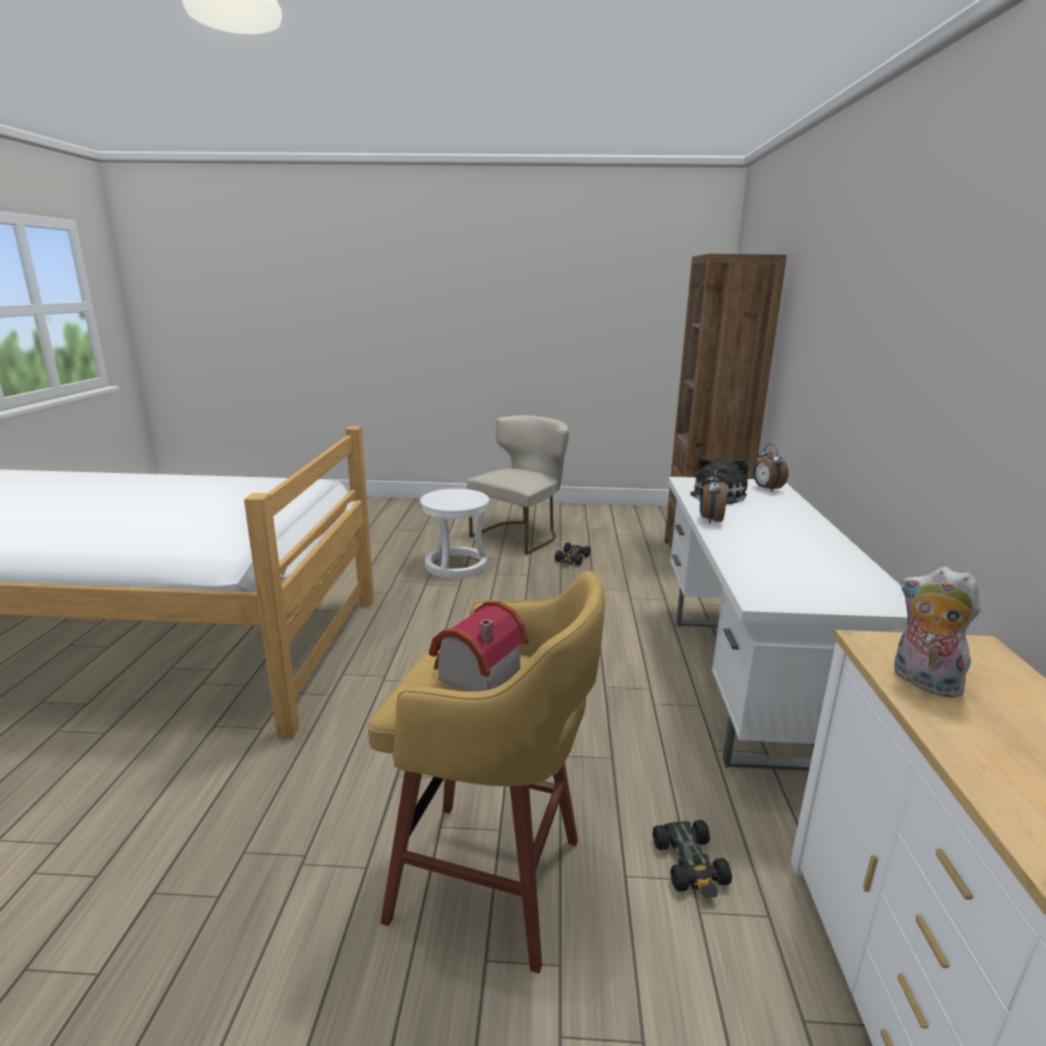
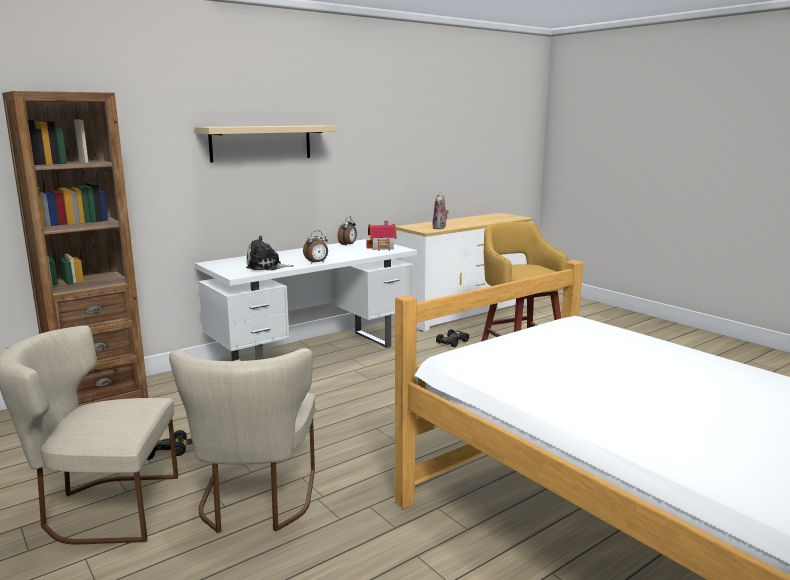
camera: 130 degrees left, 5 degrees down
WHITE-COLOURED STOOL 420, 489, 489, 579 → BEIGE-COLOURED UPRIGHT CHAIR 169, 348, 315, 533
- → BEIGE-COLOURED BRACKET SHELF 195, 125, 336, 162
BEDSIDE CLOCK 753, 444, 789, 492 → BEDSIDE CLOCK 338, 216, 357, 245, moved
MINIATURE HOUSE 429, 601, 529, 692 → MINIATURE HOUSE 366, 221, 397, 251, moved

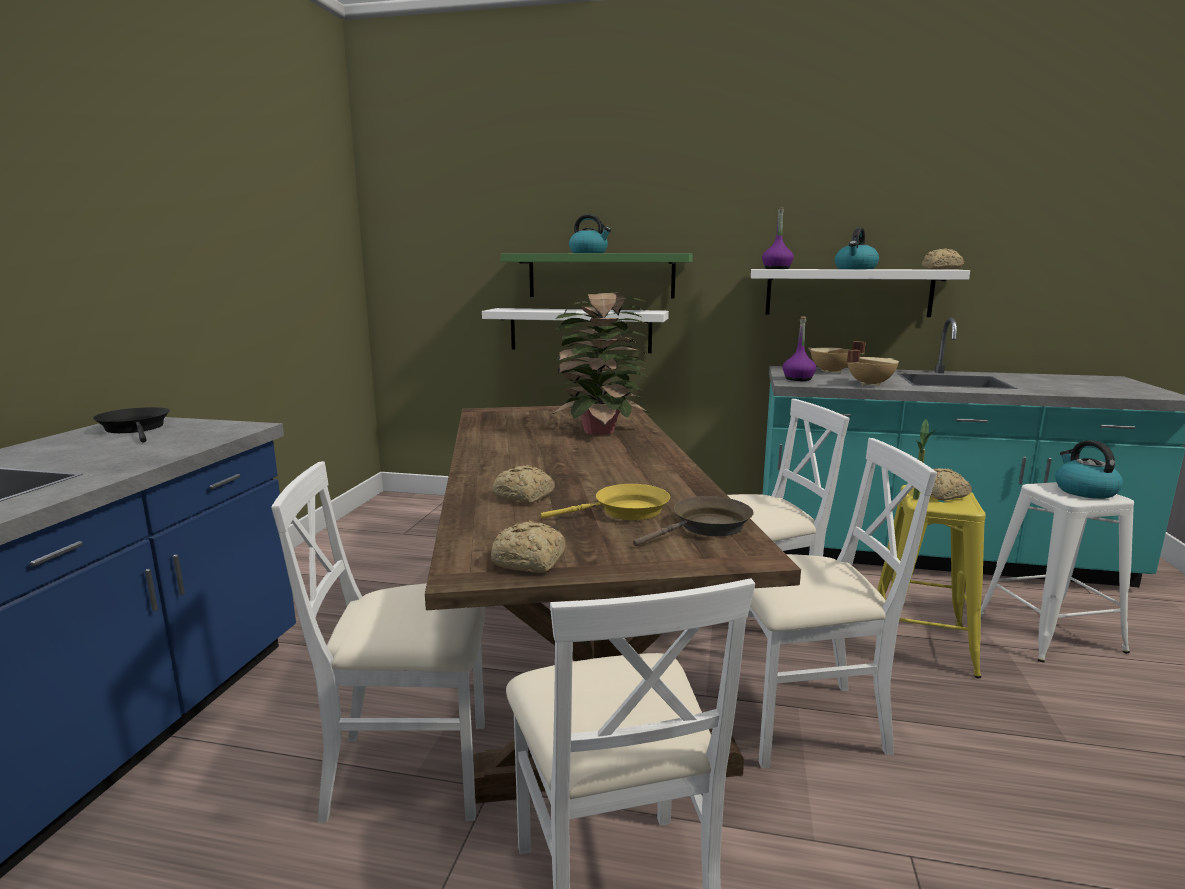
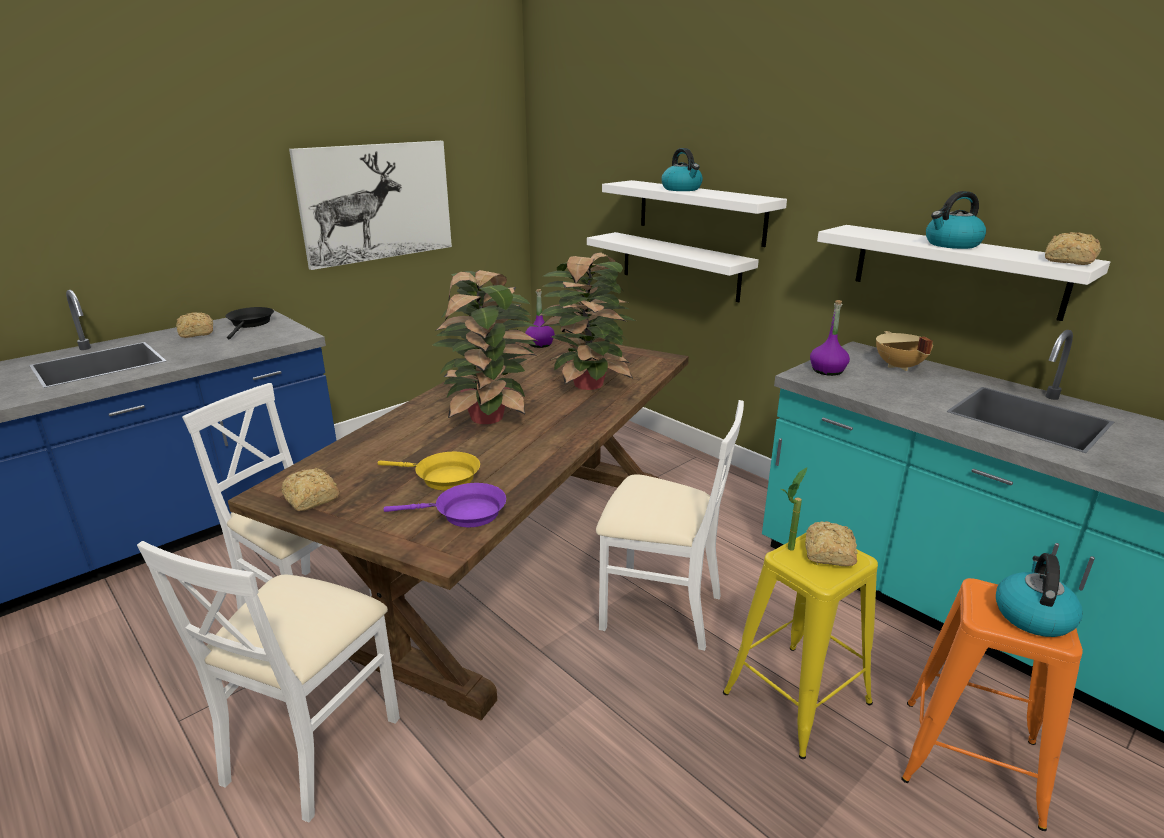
camera: 35 degrees right, 10 degrees up
BAKED BREAD 492, 465, 555, 504 → BAKED BREAD 176, 312, 213, 338, moved
- → WALL ART 289, 141, 452, 270
BROWN-COLOURED PAN 633, 496, 754, 546 → PURPLE-COLOURED PAN 384, 483, 506, 527
- → HOUSEPLANT 433, 270, 540, 424
PURPLE-COLOURED DRINK BOTTLE 762, 207, 794, 269 → PURPLE-COLOURED DRINK BOTTLE 525, 289, 555, 348, moved
GREEN BRACKET SHELF 501, 253, 693, 299 → WHITE-COLOURED BRACKET SHELF 602, 180, 787, 247
WHITE-COLOURED STOOL 981, 482, 1134, 662 → ORANGE-COLOURED STOOL 901, 578, 1083, 831
WHITE-COLOURED UPRIGHT CHAIR 748, 438, 937, 768 → -
BEIGE-COLOURED STOCKPOT 847, 350, 899, 386 → -

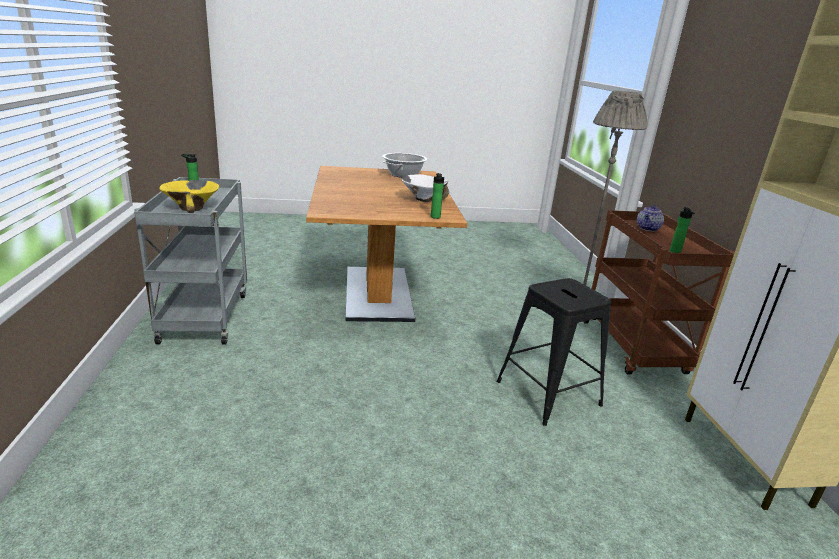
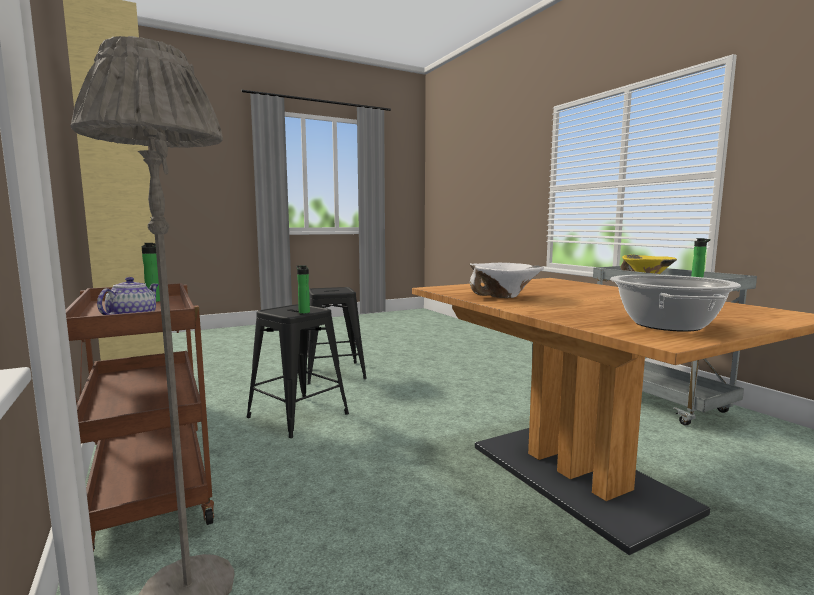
camera: 160 degrees right, 15 degrees down
DRINK BOTTLE 431, 173, 444, 219 → DRINK BOTTLE 296, 265, 310, 314, moved
- → BLACK STOOL 307, 287, 367, 385

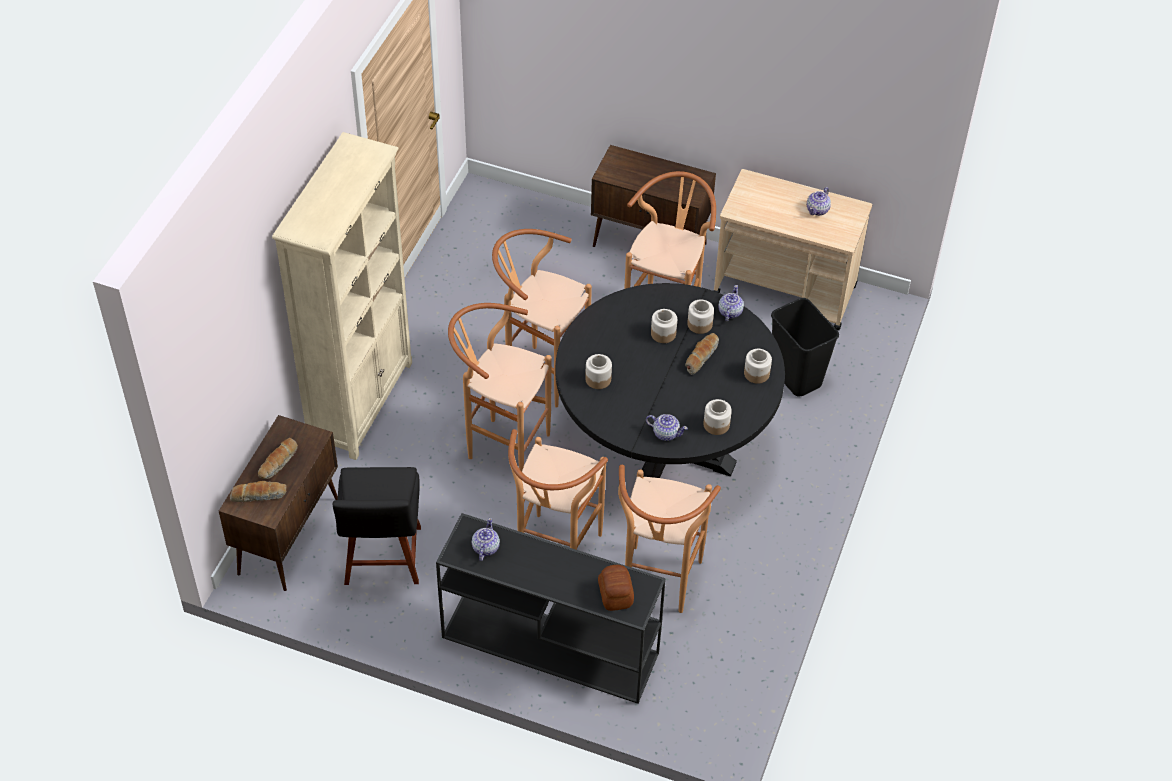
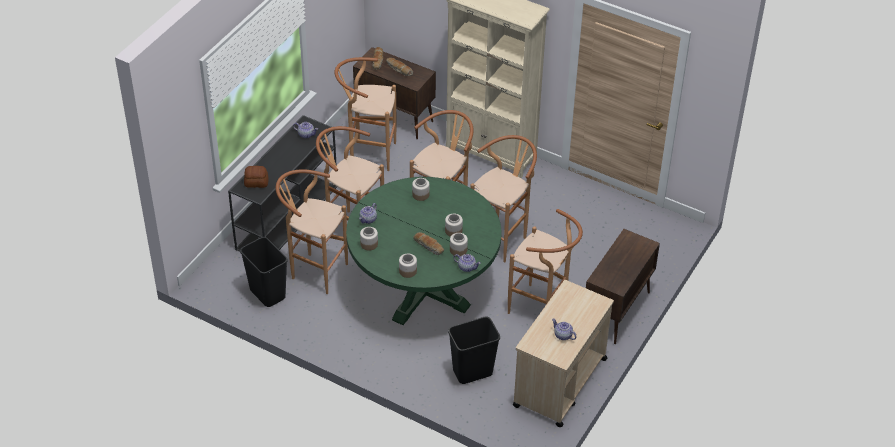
camera: 100 degrees right, 5 degrees down
- → BLACK TRASH CAN 240, 237, 288, 307
BLACK UPRIGHT CHAIR 333, 467, 421, 585 → BROWN-COLOURED STOOL 334, 57, 397, 171
BLACK DINING TABLE 556, 283, 785, 478 → GREEN DINING TABLE 346, 177, 501, 325

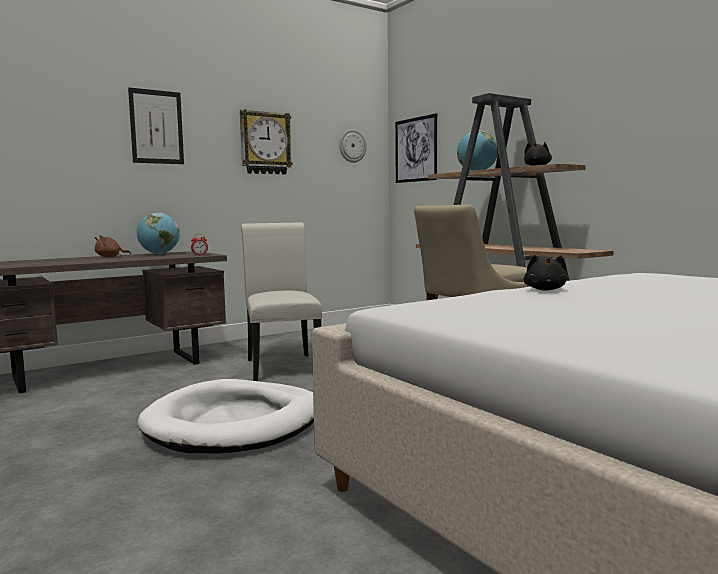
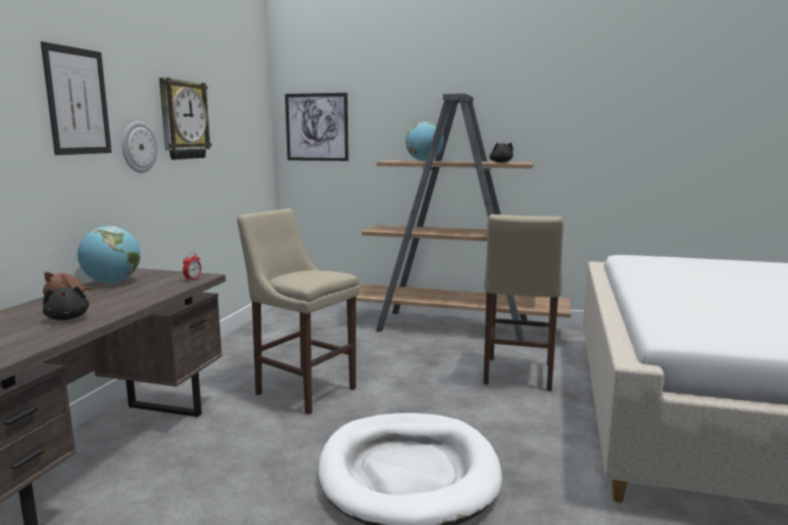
camera: 40 degrees left, 5 degrees up
BLACK PLUSH TOY 524, 255, 567, 291 → BLACK PLUSH TOY 43, 286, 89, 320, moved
WALL CLOCK 339, 129, 367, 163 → WALL CLOCK 122, 121, 157, 173, moved
WHITE-COLOURED UPRIGHT CHAIR 241, 223, 322, 381 → BEIGE-COLOURED STOOL 237, 209, 359, 415

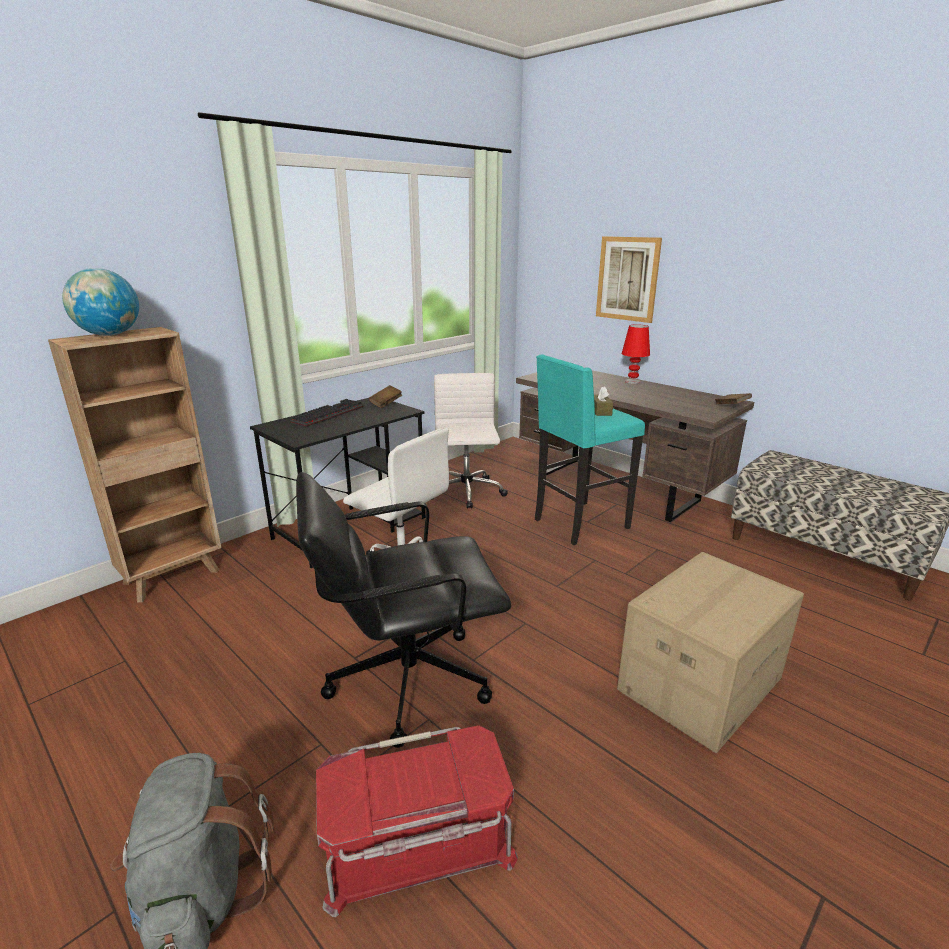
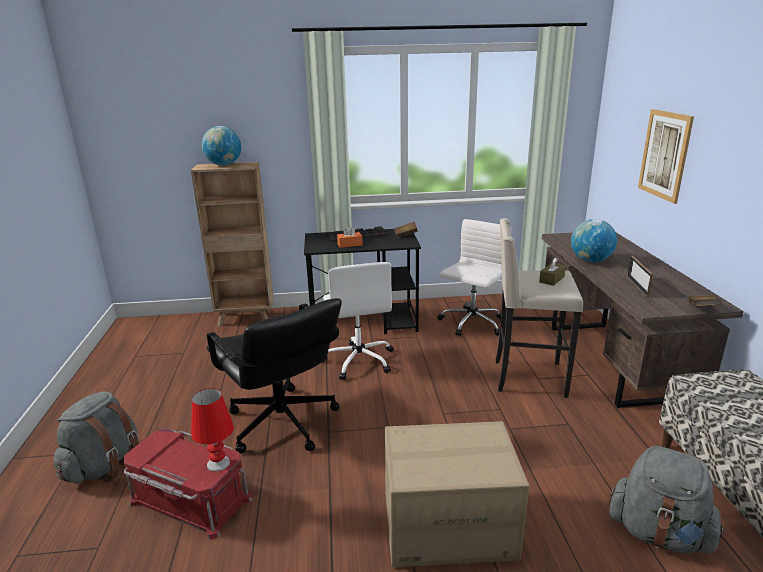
camera: 40 degrees right, 0 degrees up
RED-COLOURED TABLE LAMP 622, 325, 650, 384 → RED-COLOURED TABLE LAMP 191, 388, 234, 472, moved
BLACK OFFICE CHAIR 296, 472, 511, 748 → BLACK OFFICE CHAIR 207, 298, 342, 453, 150 degrees counterclockwise
- → ORANGE-COLOURED BOX OF TISSUES 337, 226, 363, 248
TURQUOISE STOOL 535, 355, 645, 545 → BEIGE-COLOURED STOOL 496, 218, 583, 398
- → DESK GLOBE 571, 219, 617, 262
- → GREYISH RUCKSACK 609, 446, 725, 554
- → PHOTO FRAME 627, 255, 653, 297

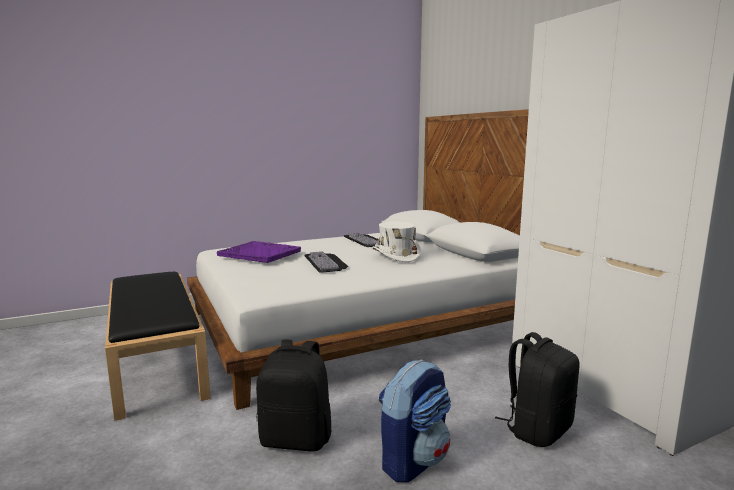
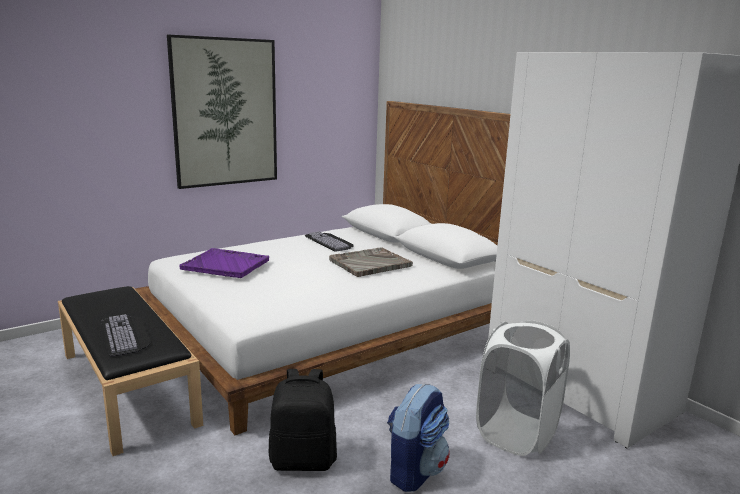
camera: 10 degrees left, 5 degrees up
COMPUTER KEYBOARD 304, 251, 348, 273 → COMPUTER KEYBOARD 101, 314, 151, 357, moved
- → WALL ART 167, 35, 277, 189
WHITE-COLOURED HAT 372, 221, 421, 262 → GREYISH CARRYING TRAY 329, 247, 413, 277
BLACK RUCKSACK 495, 332, 579, 447 → WHITE-COLOURED LAUNDRY BASKET 476, 320, 570, 456

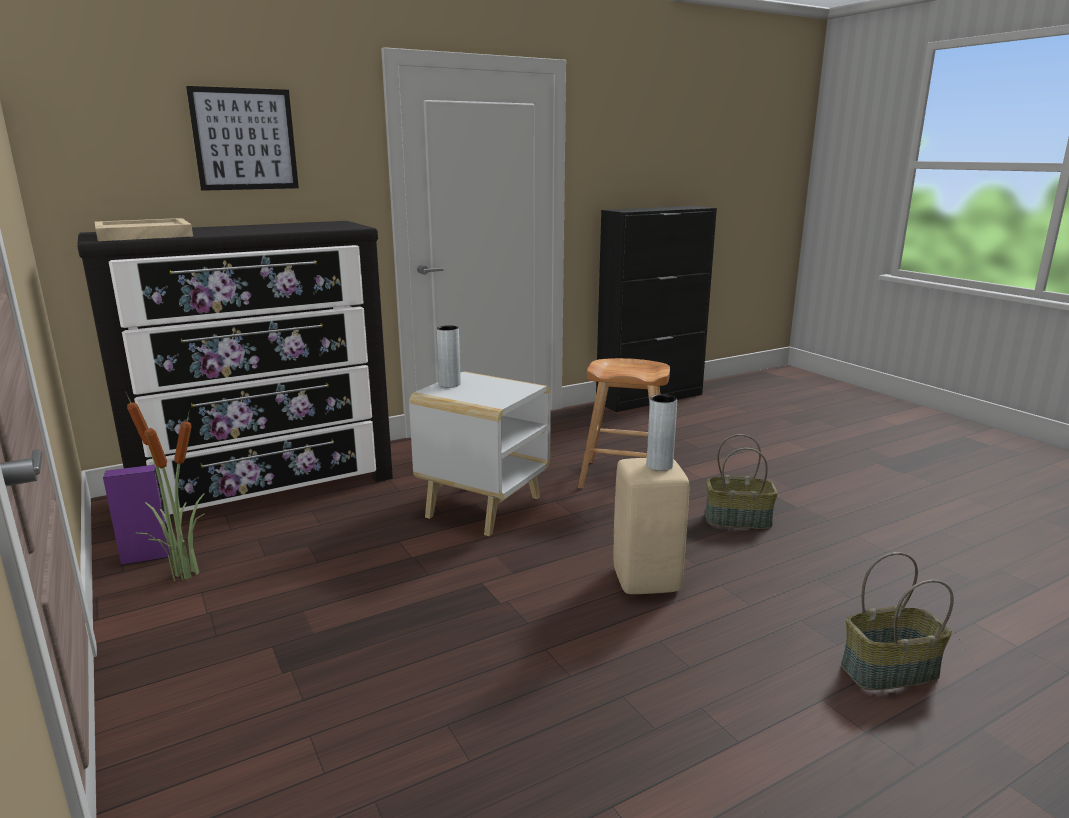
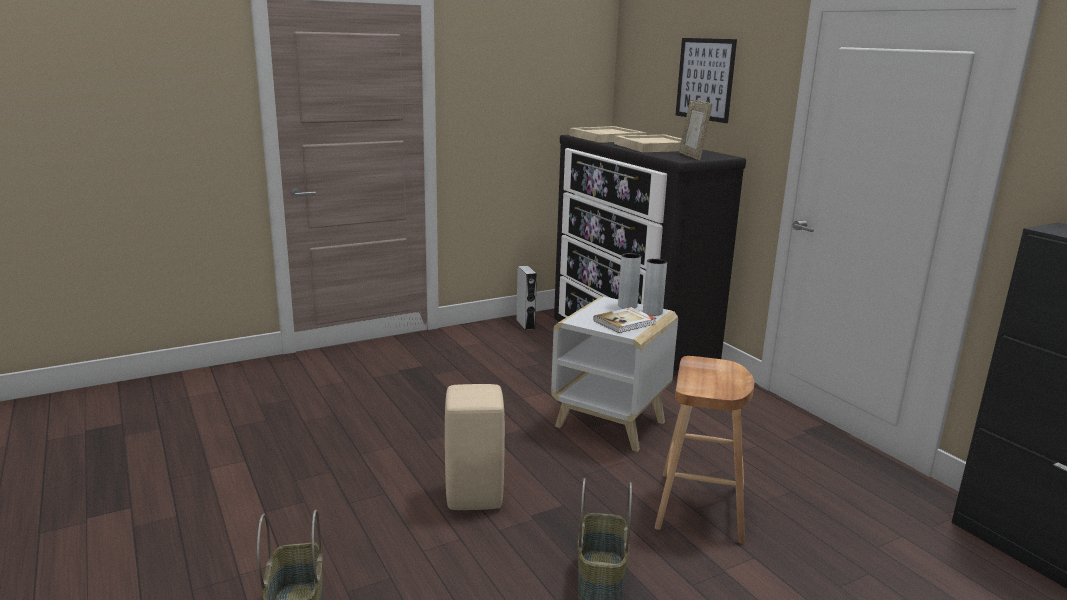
camera: 90 degrees right, 0 degrees up
PURPLE-COLOURED AUDIO SPEAKER 103, 465, 171, 566 → GREYISH AUDIO SPEAKER 516, 266, 537, 330
- → BOUND BOOK 593, 307, 656, 333
- → BEIGE-COLOURED CARRYING TRAY 614, 135, 682, 152
GREYISH FLOWER VASE 647, 394, 677, 471 → GREYISH FLOWER VASE 643, 258, 667, 316, moved
- → PHOTO FRAME 679, 99, 712, 160
HOUSEPLANT 126, 393, 205, 582 → -

